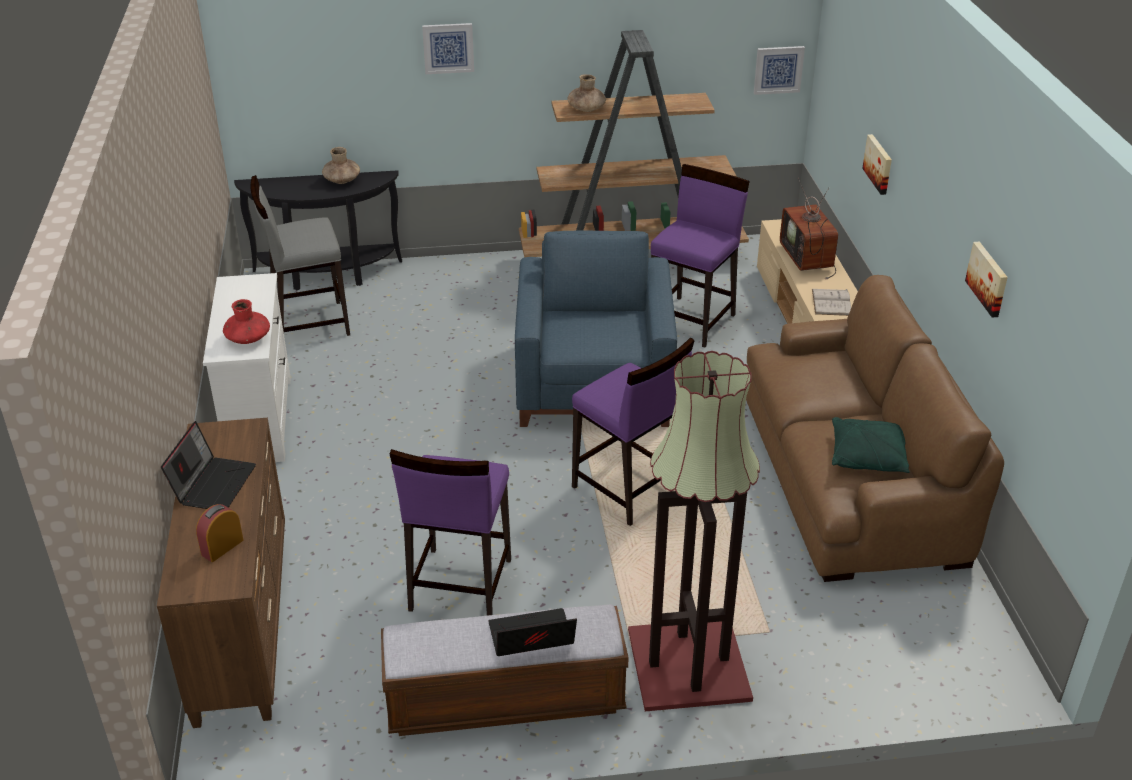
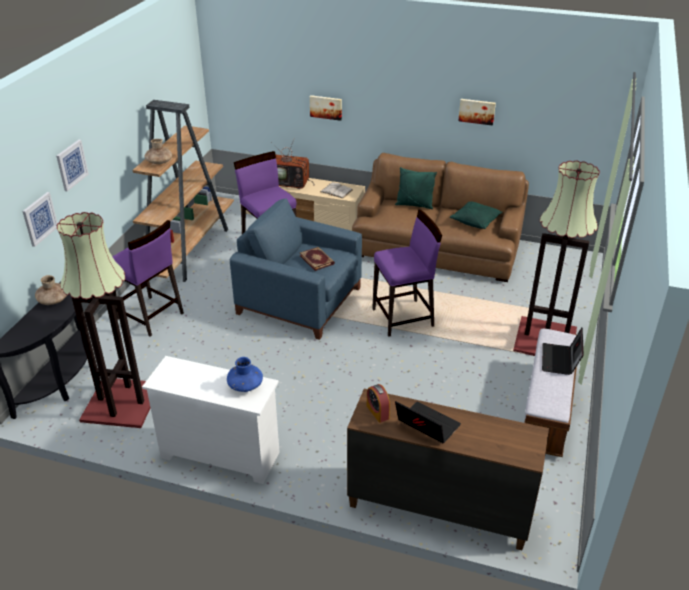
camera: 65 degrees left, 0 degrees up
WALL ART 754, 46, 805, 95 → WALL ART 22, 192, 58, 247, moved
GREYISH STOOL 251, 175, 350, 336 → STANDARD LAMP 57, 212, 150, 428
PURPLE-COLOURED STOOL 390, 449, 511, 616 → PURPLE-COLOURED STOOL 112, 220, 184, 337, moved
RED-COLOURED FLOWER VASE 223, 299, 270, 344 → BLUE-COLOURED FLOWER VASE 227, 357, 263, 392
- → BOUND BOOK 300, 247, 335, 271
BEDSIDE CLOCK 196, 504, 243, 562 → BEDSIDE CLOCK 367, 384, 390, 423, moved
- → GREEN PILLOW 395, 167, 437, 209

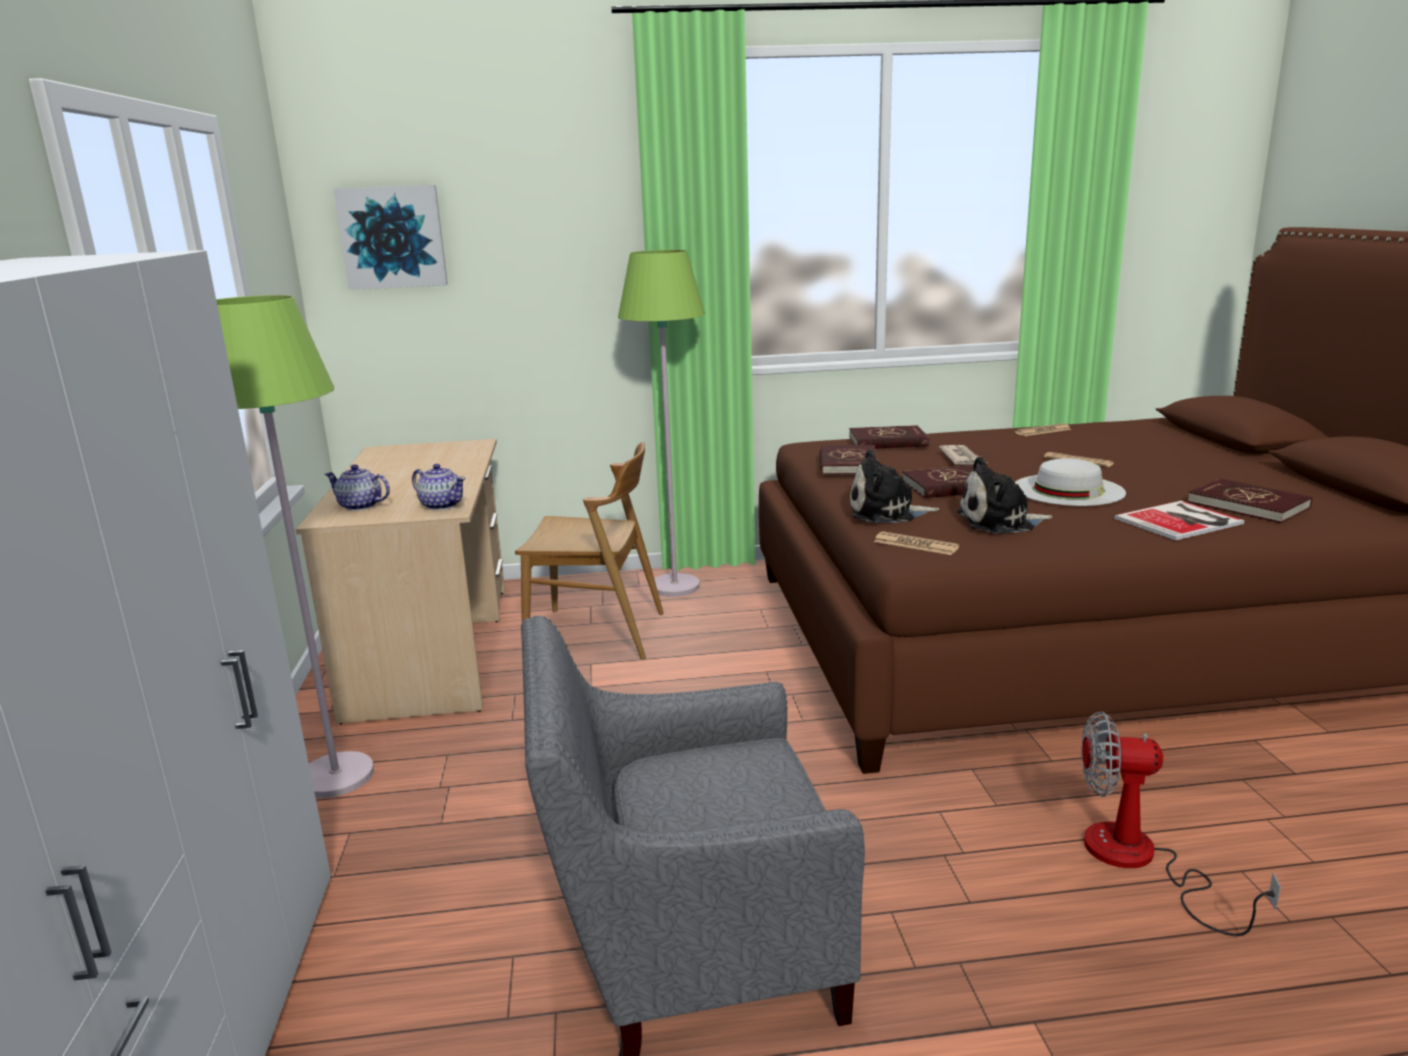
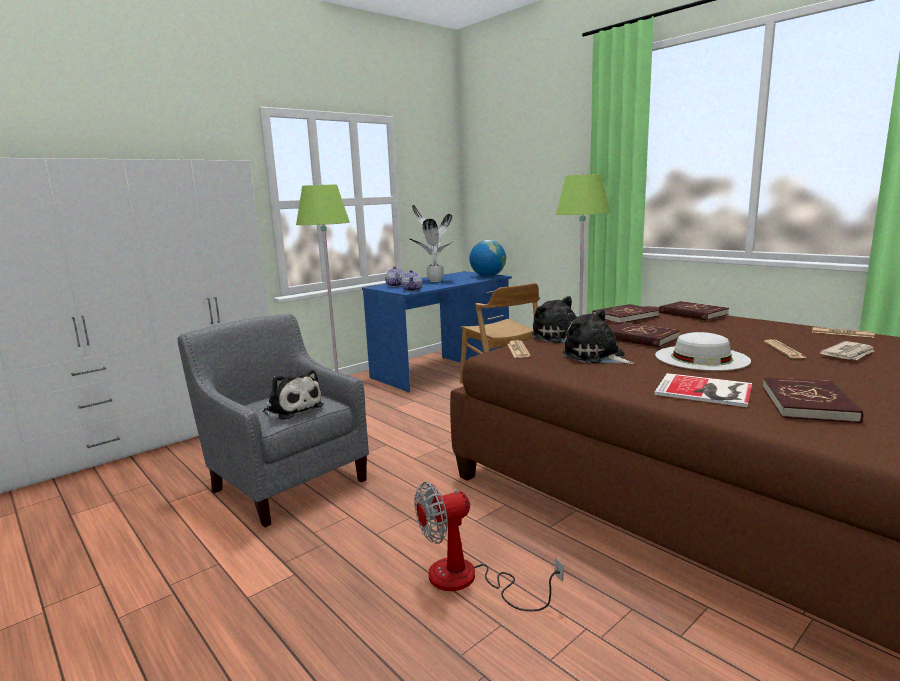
camera: 55 degrees right, 5 degrees down
- → PLUSH TOY 263, 370, 324, 420
BEIGE-COLOURED DESK UNIT 296, 439, 505, 724 → BLUE-COLOURED DESK UNIT 362, 271, 512, 392
- → HOUSEPLANT 410, 205, 454, 282
ELECTRIC FAN 1082, 712, 1281, 936 → ELECTRIC FAN 414, 482, 563, 611, 90 degrees counterclockwise
- → DESK GLOBE 469, 240, 506, 277
DAILY PAPER 939, 445, 987, 465 → DAILY PAPER 820, 341, 874, 360, moved
WALL ART 333, 185, 448, 290 → -

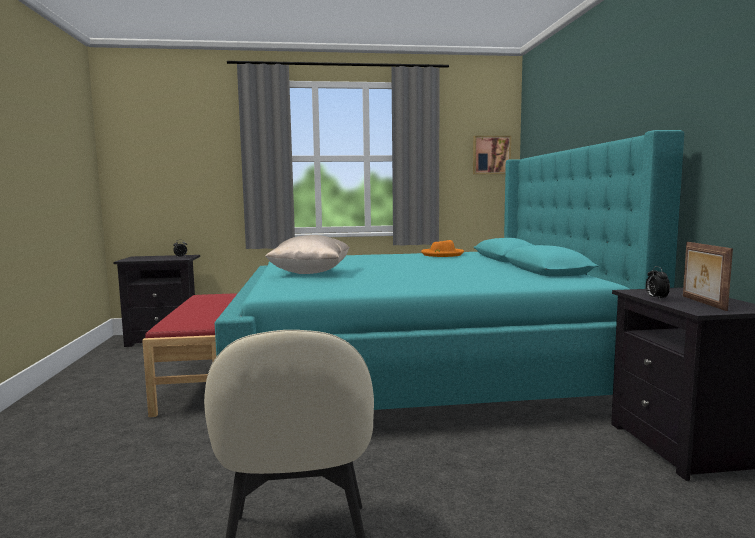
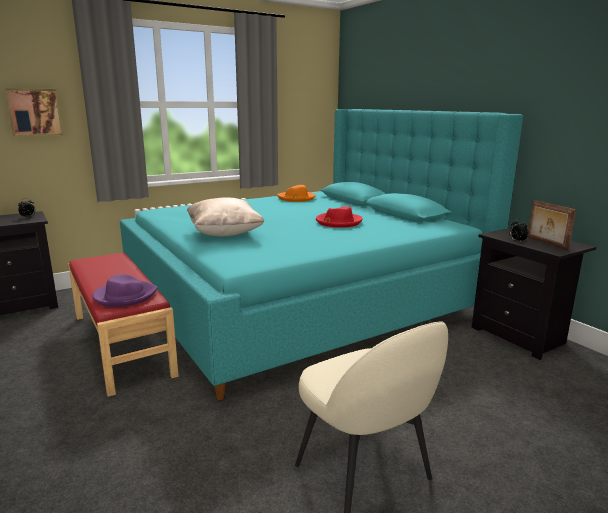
camera: 25 degrees left, 10 degrees up
WALL ART 473, 136, 511, 174 → WALL ART 5, 88, 63, 137, moved
- → PURPLE-COLOURED HAT 92, 274, 158, 307
- → RED-COLOURED HAT 316, 206, 362, 228

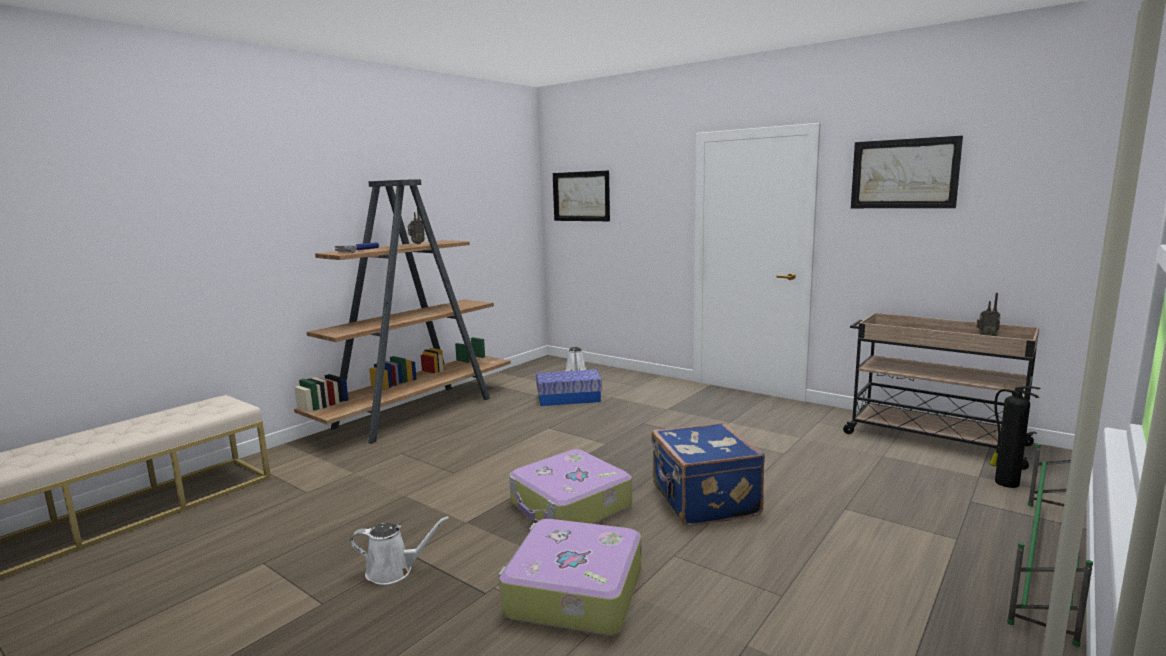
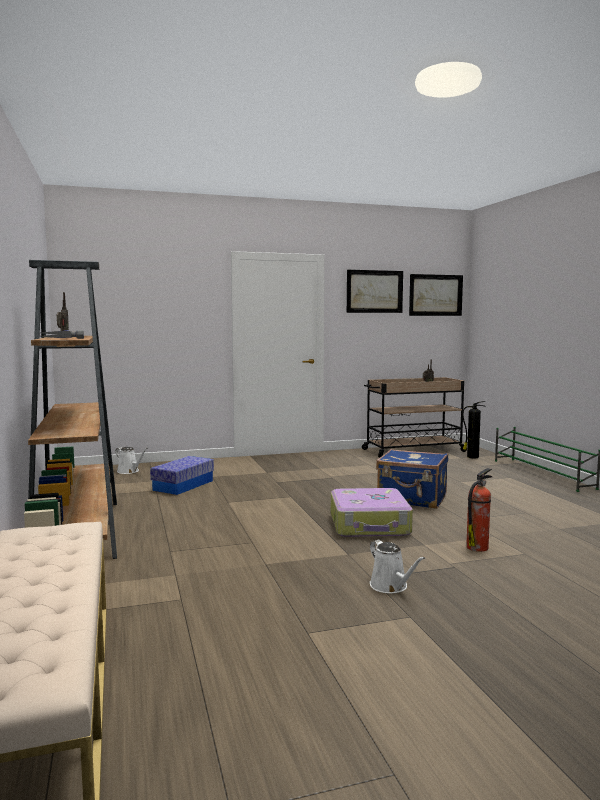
camera: 55 degrees left, 5 degrees down
WHITE-COLOURED WATERING POT 350, 516, 448, 585 → WHITE-COLOURED WATERING POT 370, 540, 425, 594, 120 degrees clockwise
WALL ART 553, 171, 610, 221 → WALL ART 409, 274, 463, 316, moved
TRAVEL CASE 499, 519, 641, 636 → FIRE EXTINGUISHER 466, 468, 493, 552

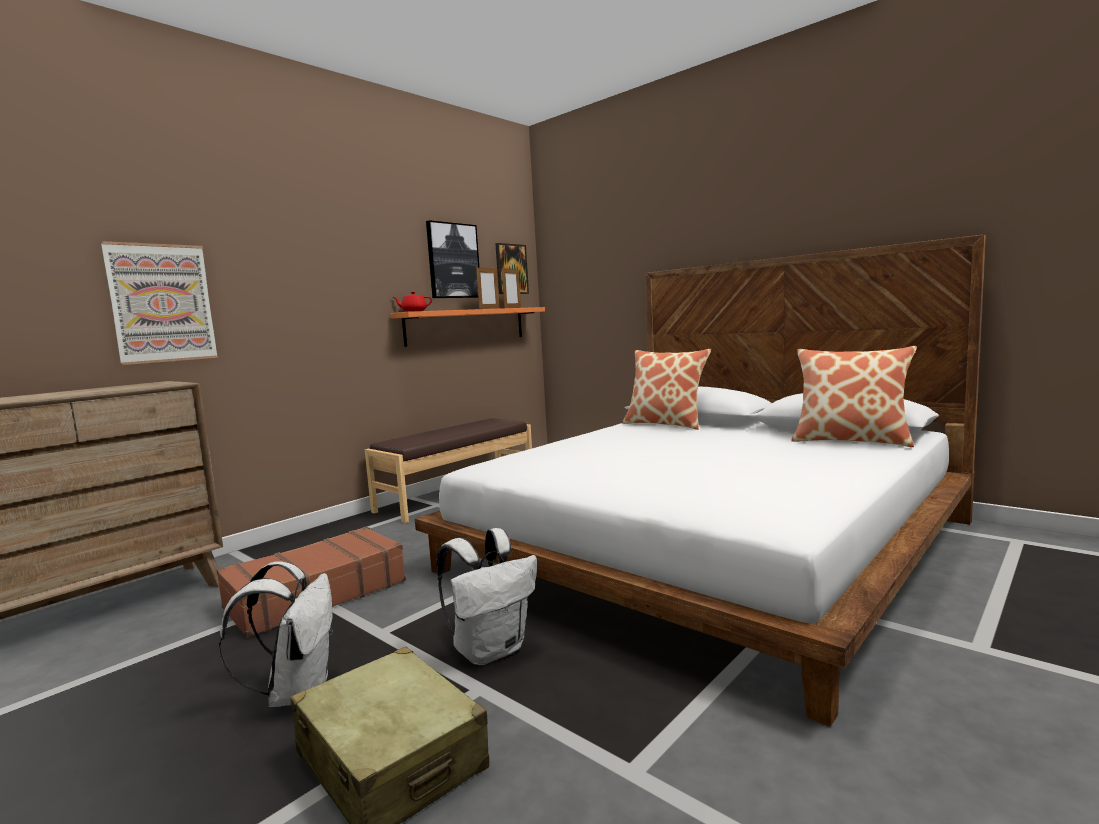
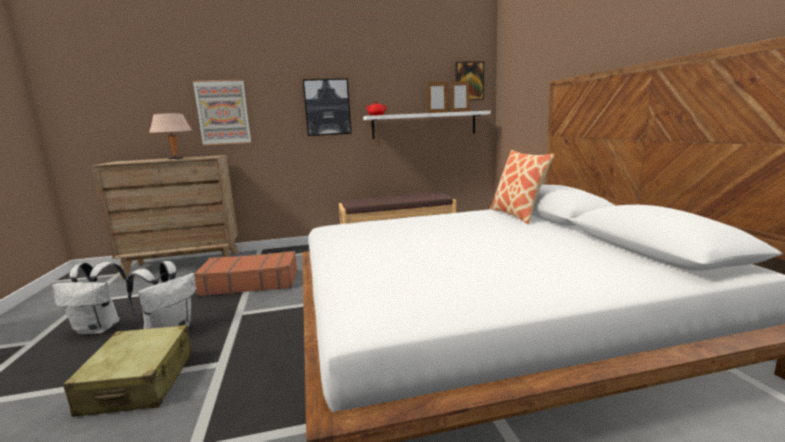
camera: 35 degrees right, 5 degrees up
WHITE-COLOURED RUCKSACK 436, 528, 537, 665 → WHITE-COLOURED RUCKSACK 52, 262, 129, 334, moved
- → BEIGE-COLOURED TABLE LAMP 149, 113, 193, 160
WALL ART 426, 220, 479, 298 → WALL ART 303, 79, 351, 136, moved
ORANGE-COLOURED BRACKET SHELF 390, 307, 545, 347 → WHITE-COLOURED BRACKET SHELF 363, 111, 491, 139
PILLOW 791, 346, 917, 447 → -

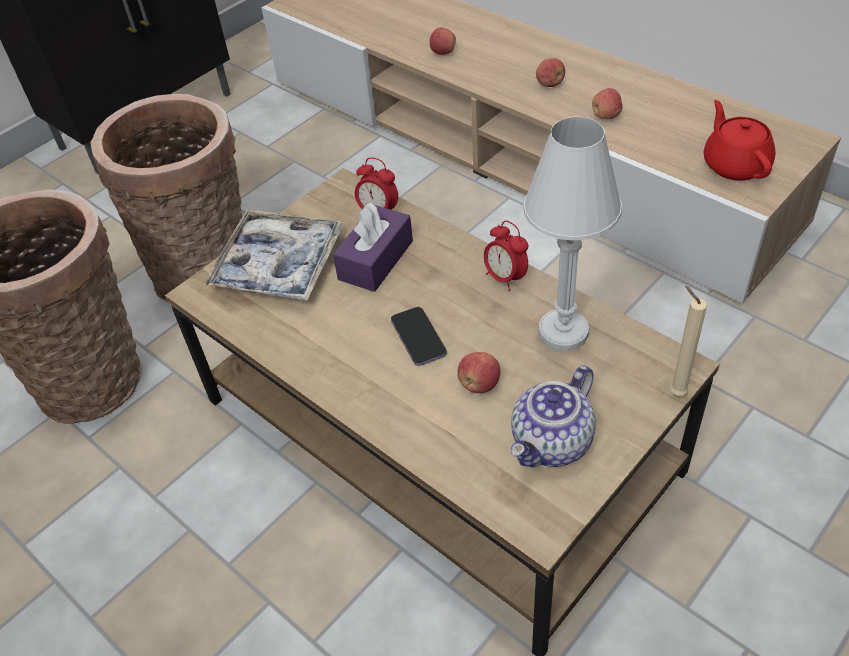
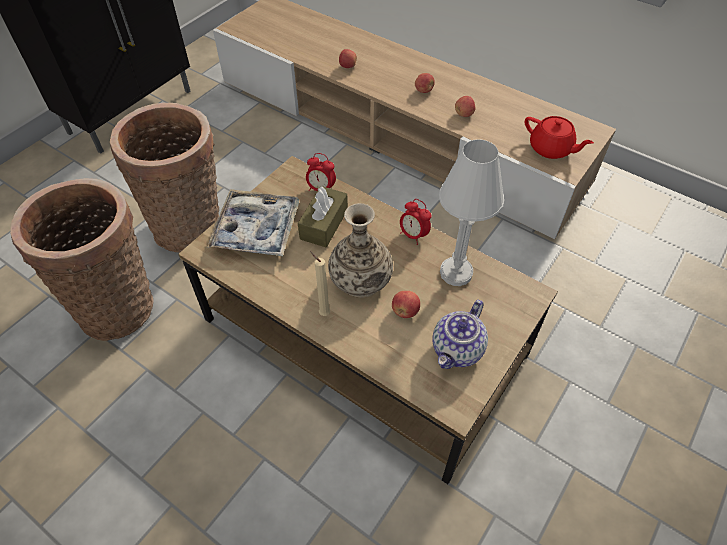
camera: 10 degrees left, 5 degrees up
PURPLE-COLOURED BOX OF TISSUES 333, 203, 413, 292 → BROWN-COLOURED BOX OF TISSUES 298, 186, 348, 247
BEIGE-COLOURED WAX LIGHT 670, 286, 707, 396 → BEIGE-COLOURED WAX LIGHT 310, 251, 330, 316, moved
TELEPHONE 391, 307, 447, 366 → FLOWER VASE 328, 203, 393, 298
RED-COLOURED TEAPOT 704, 100, 775, 181 → RED-COLOURED TEAPOT 525, 116, 594, 159, 150 degrees clockwise

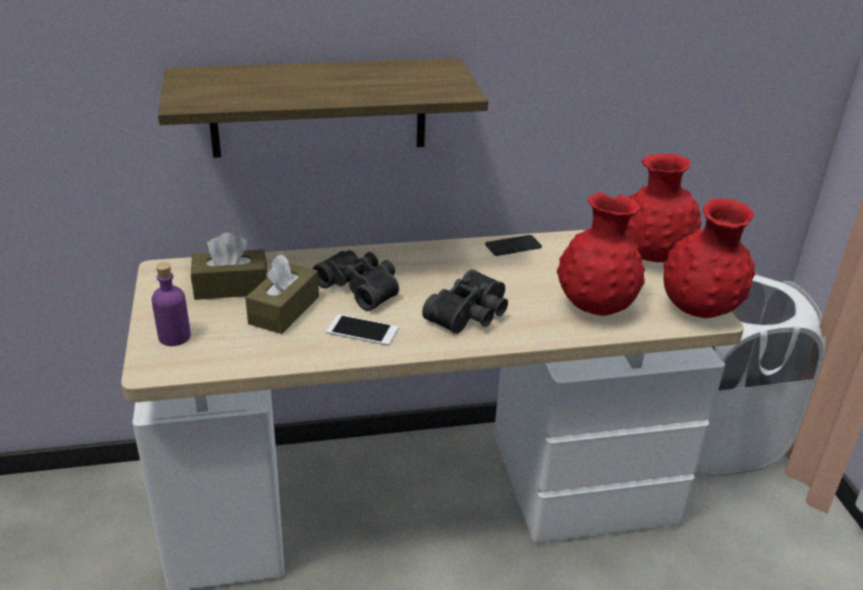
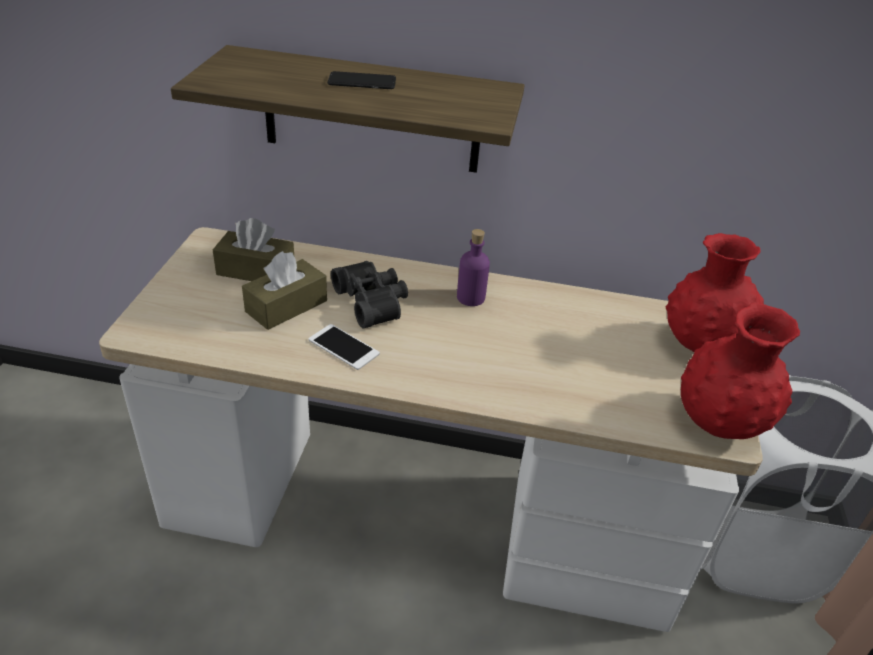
camera: 20 degrees right, 5 degrees up
TELEPHONE 485, 235, 542, 256 → TELEPHONE 327, 71, 396, 89, moved
PURPLE-COLOURED DRINK BOTTLE 152, 262, 191, 346 → PURPLE-COLOURED DRINK BOTTLE 457, 229, 490, 306, moved
BLACK PAIR OF BINOCULARS 422, 269, 508, 334 → -
RED-COLOURED FLOWER VASE 557, 192, 645, 316 → -

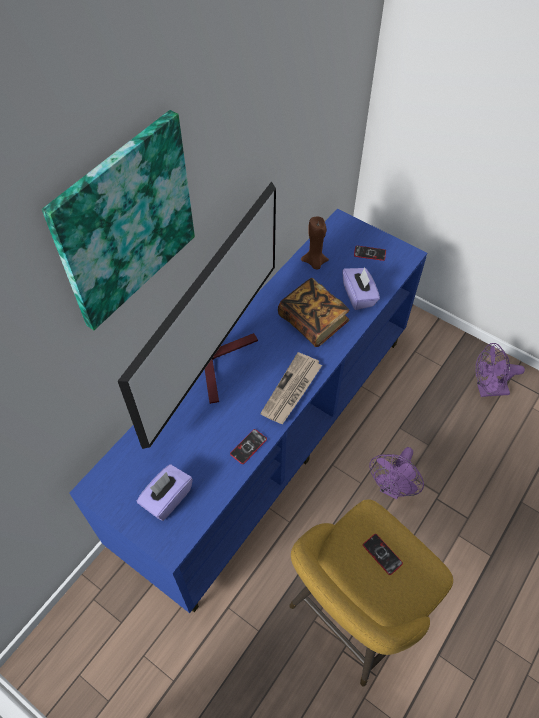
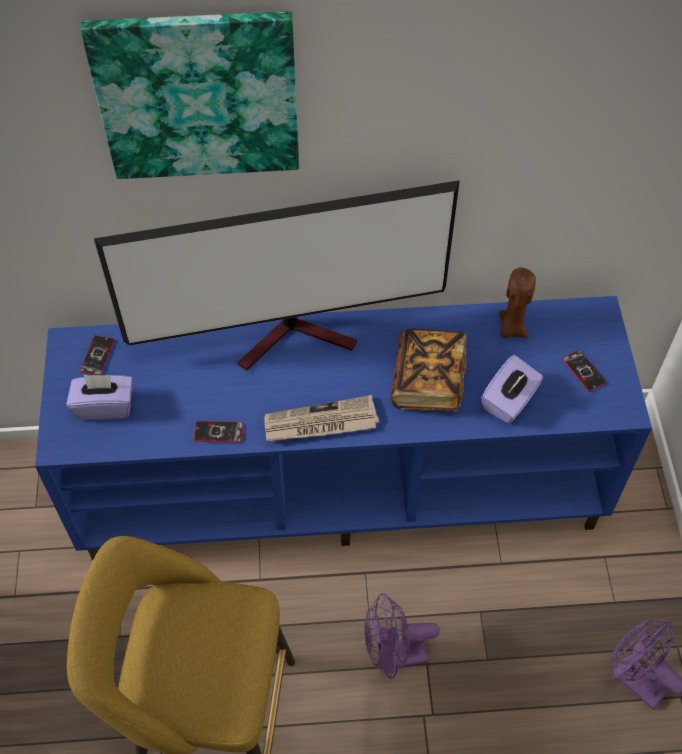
camera: 50 degrees right, 0 degrees up
TELEPHONE 363, 534, 403, 575 → TELEPHONE 80, 335, 115, 375, moved

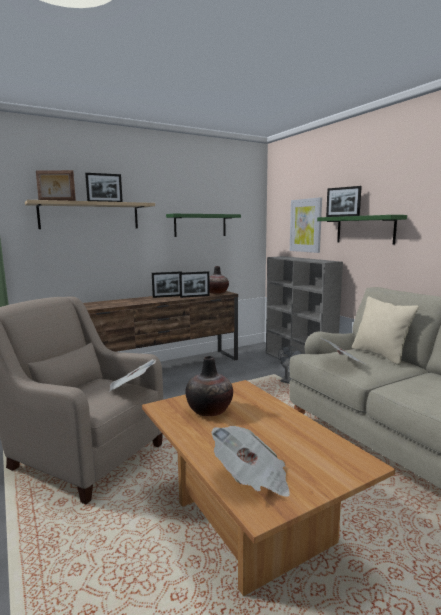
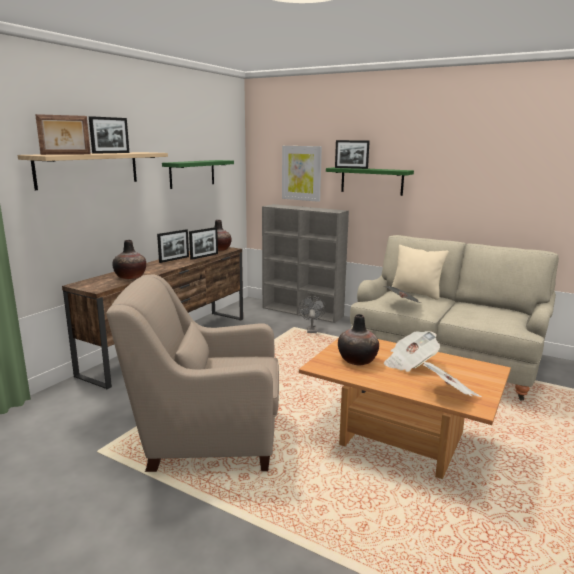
camera: 30 degrees left, 5 degrees up
- → FLOWER VASE 112, 240, 146, 279
DAILY PAPER 109, 359, 156, 392 → DAILY PAPER 384, 331, 440, 372, moved

